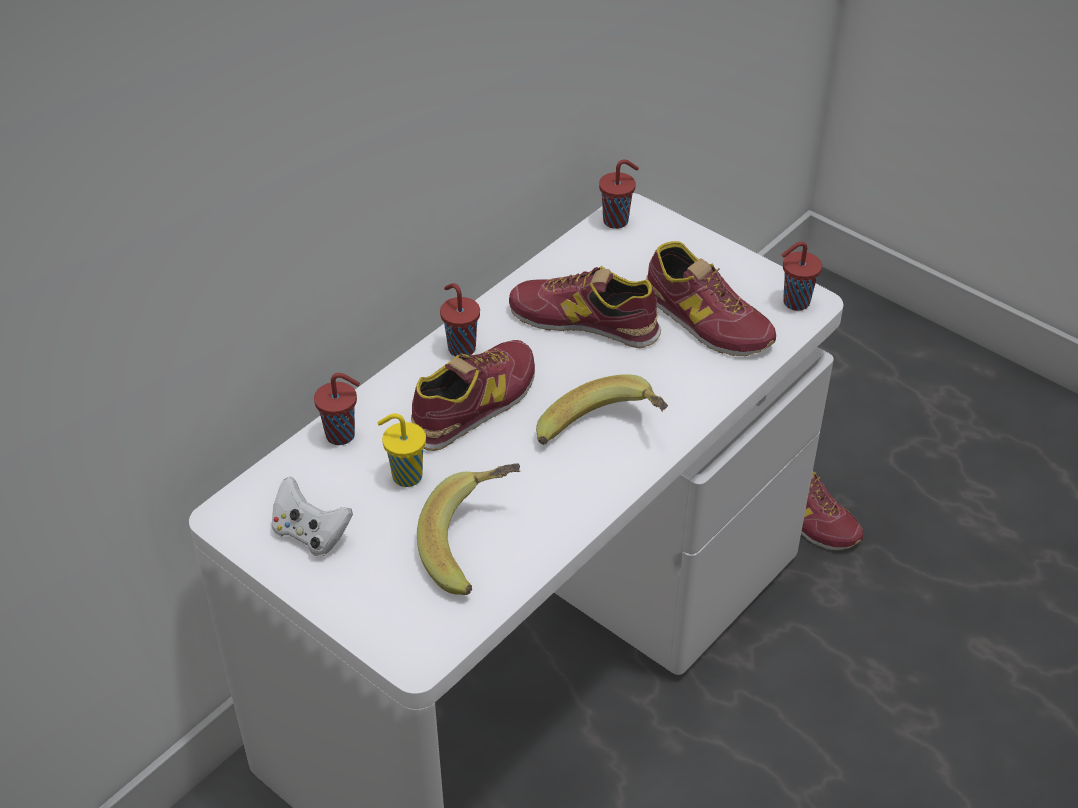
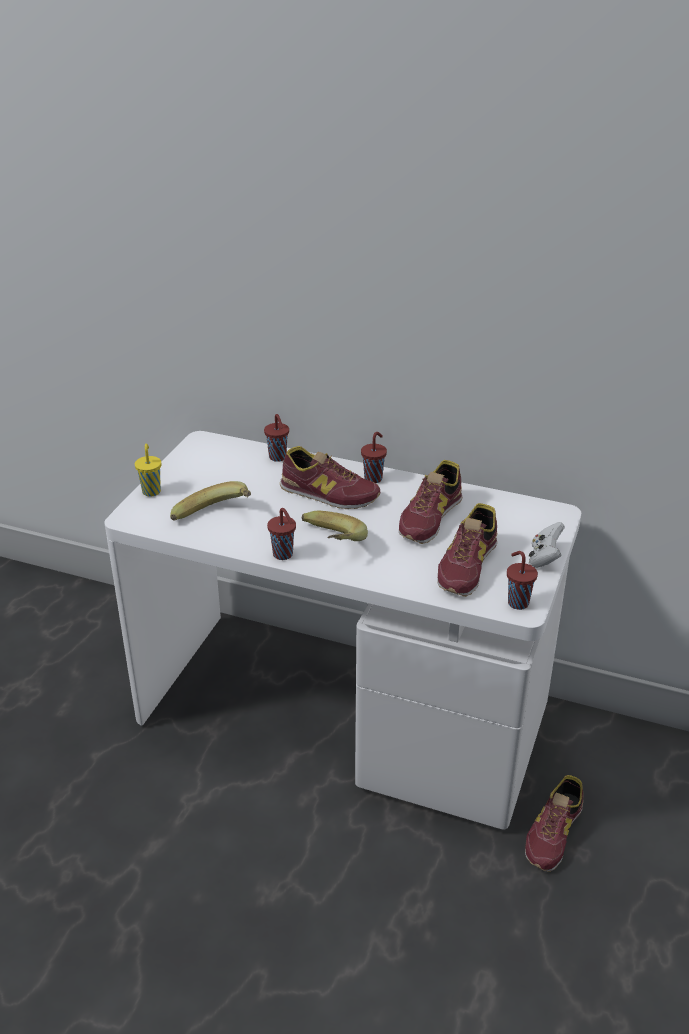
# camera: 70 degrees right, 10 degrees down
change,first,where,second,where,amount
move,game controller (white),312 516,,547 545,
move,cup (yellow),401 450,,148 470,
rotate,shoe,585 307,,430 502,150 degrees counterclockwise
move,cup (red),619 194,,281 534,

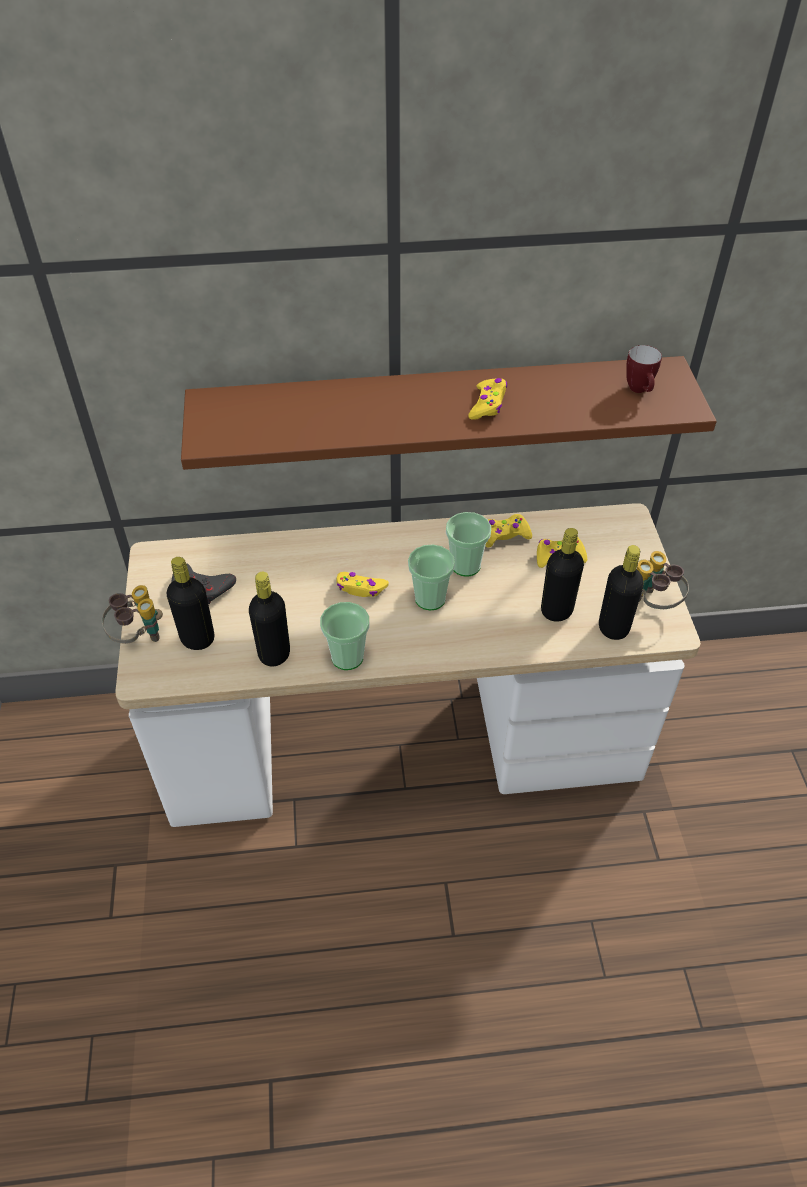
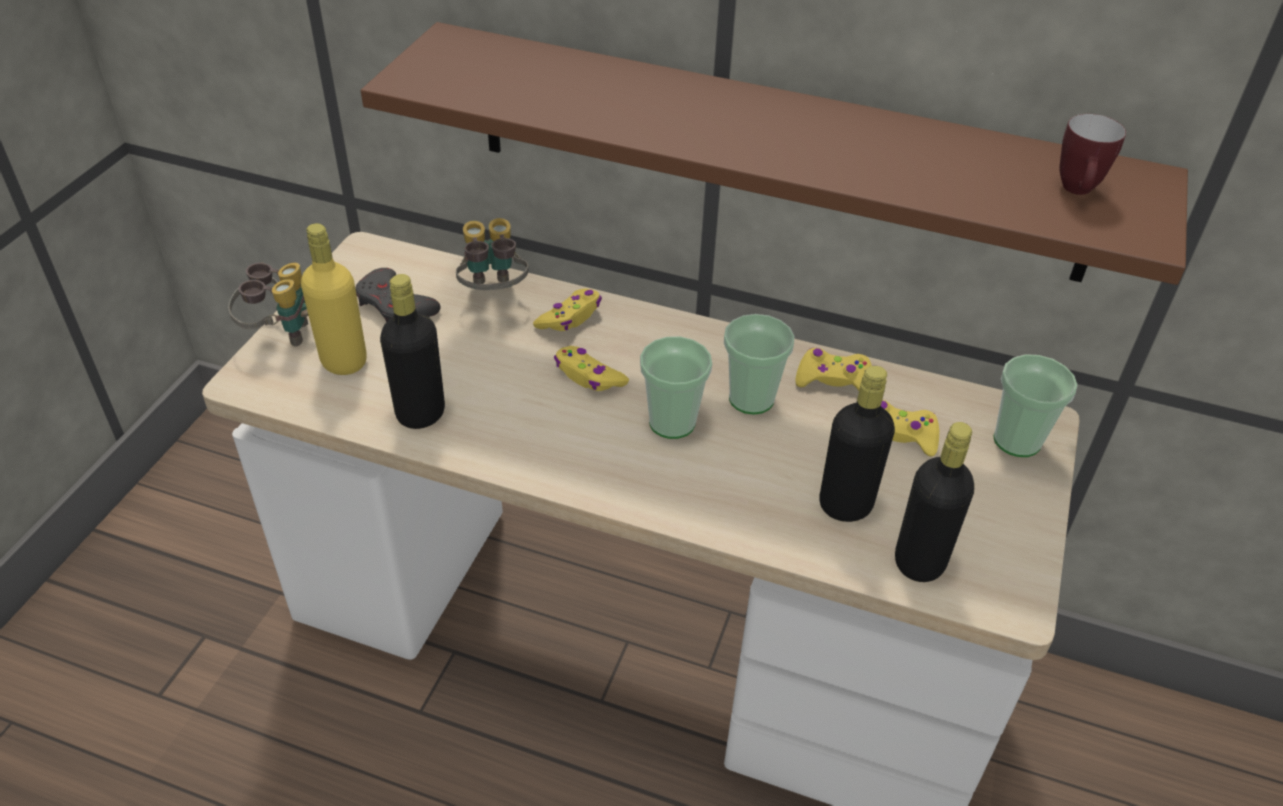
# camera: 25 degrees right, 5 degrees down
change,first,where,second,where,amount
recolor,bottle (black),191 603,bottle (yellow),334 299,
move,cup,344 636,,1035 405,
move,game controller (yellow),487 399,,567 309,
move,binoculars,663 580,,492 254,

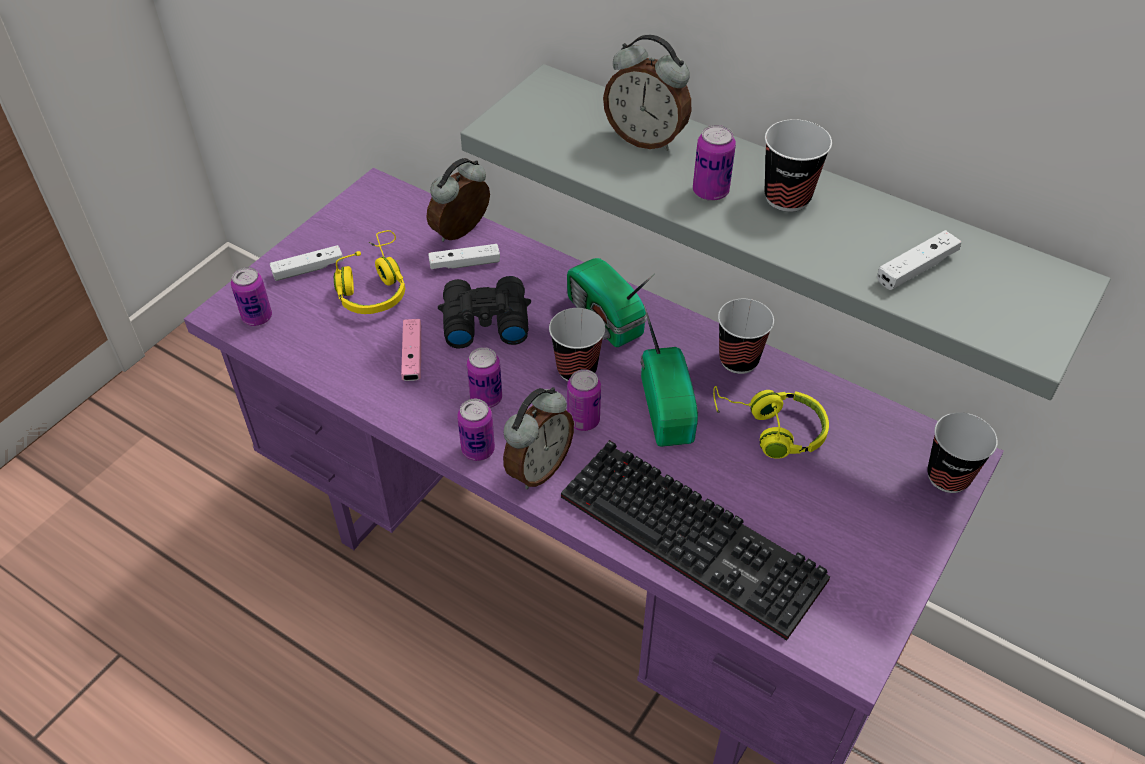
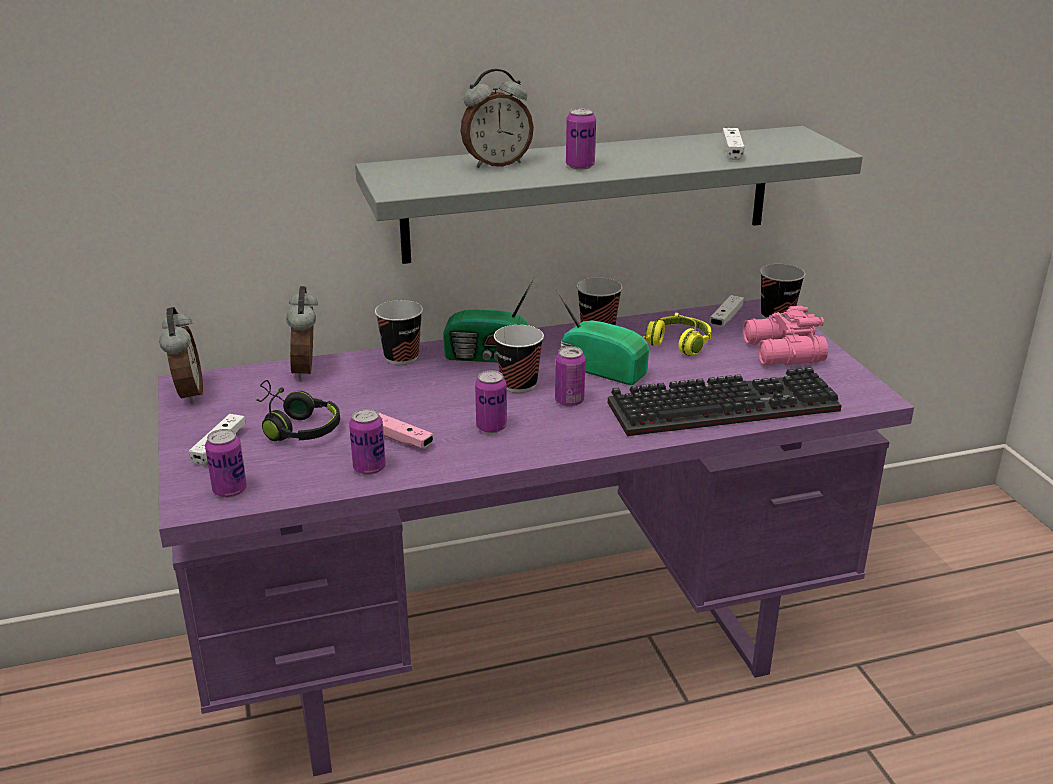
# camera: 50 degrees left, 20 degrees down
change,first,where,second,where,amount
recolor,headphones (yellow),369 272,headphones (black),297 410,
move,game controller (white),464 256,,726 311,
delete,binoculars (black),484 312,,,
move,can,476 430,,367 441,
move,alarm clock,538 438,,181 355,
move,cup,798 165,,399 332,
insert,,,binoculars (pink),785 336,

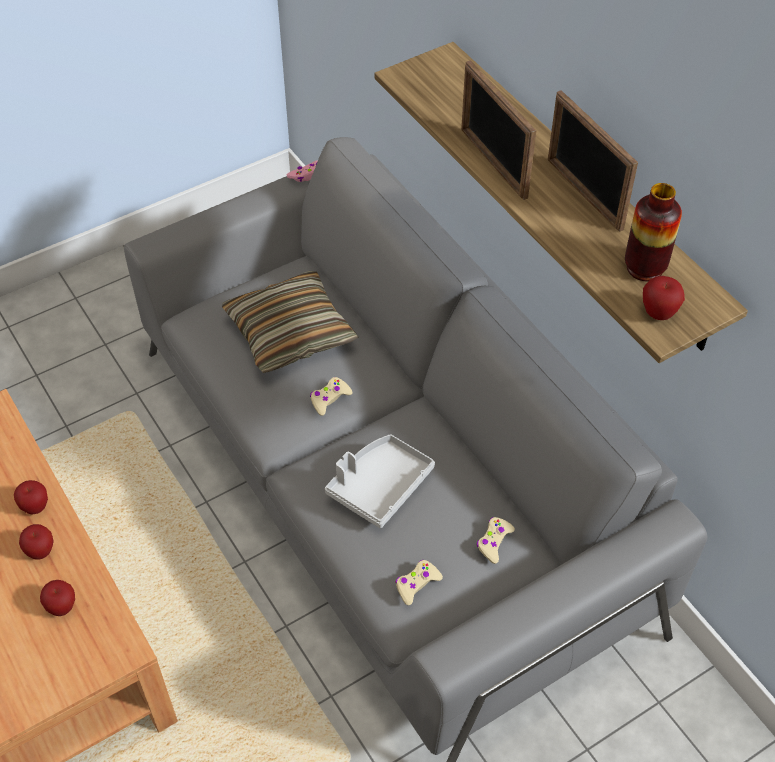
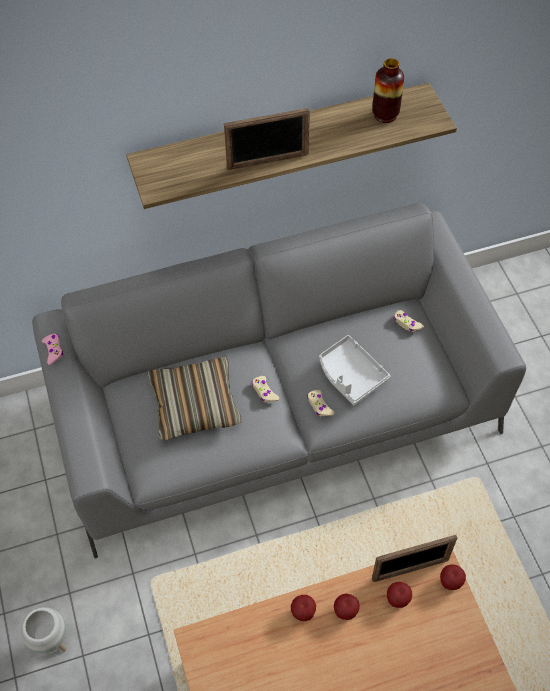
# camera: 75 degrees left, 5 degrees up
change,first,where,second,where,amount
move,game controller (beige),419 582,,321 403,
move,picture frame,593 161,,414 558,
move,apple,664 298,,453 577,
insert,,,planter (white),44 630,

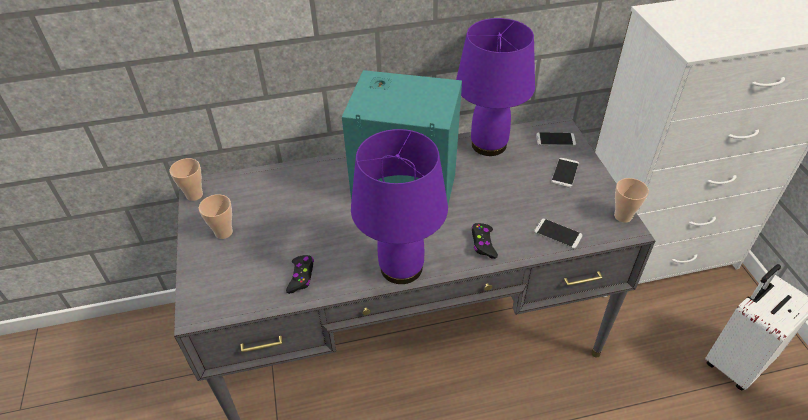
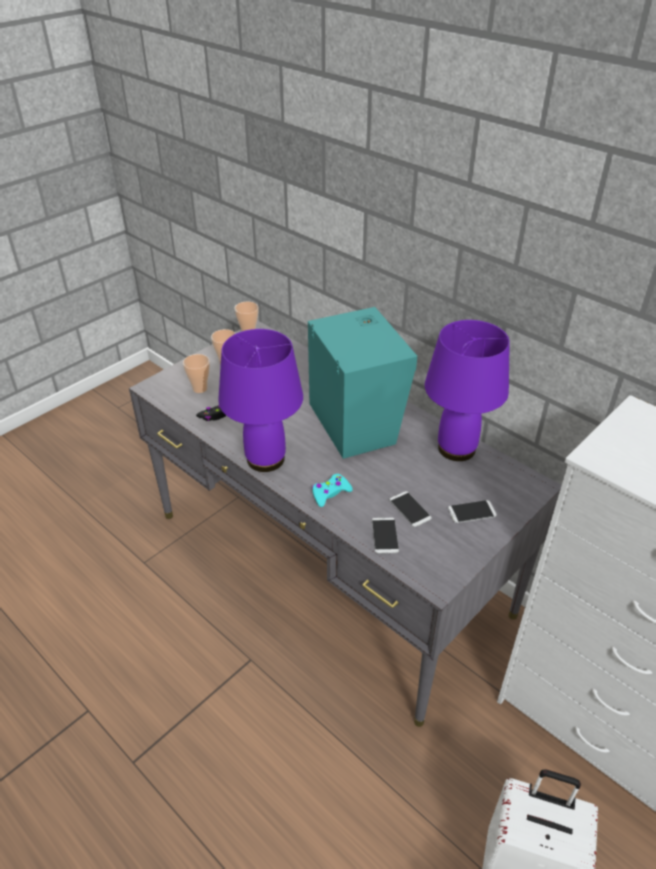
# camera: 55 degrees right, 5 degrees down
change,first,where,second,where,amount
recolor,game controller (black),485 241,game controller (turquoise),332 490,
move,phone,556 139,,410 509,
move,cup,631 200,,196 373,

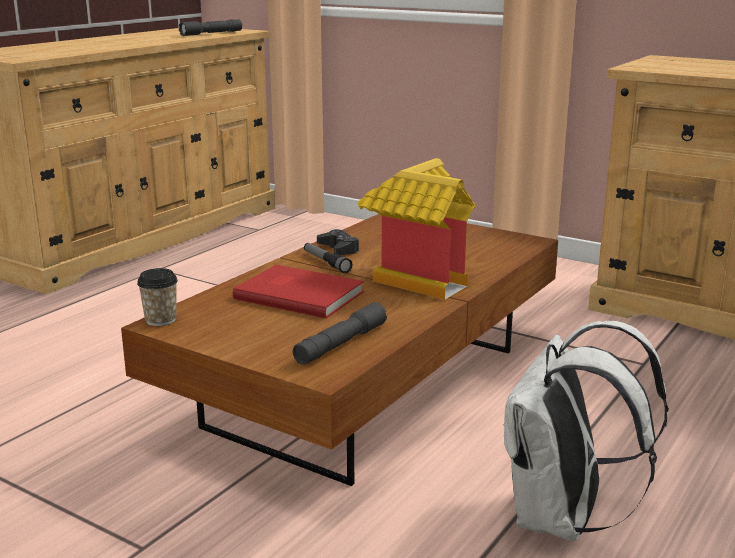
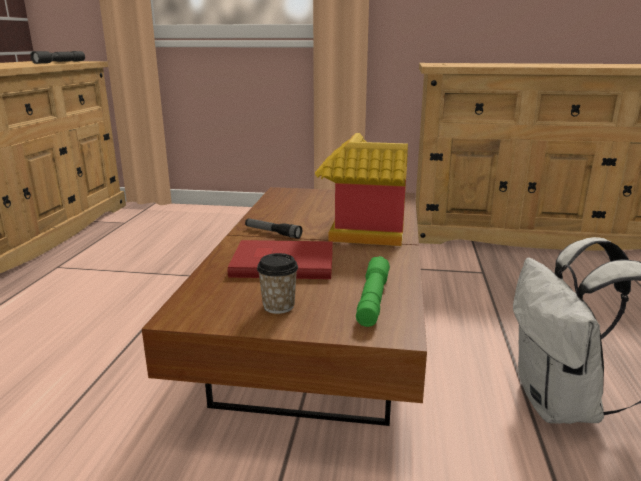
# camera: 25 degrees left, 0 degrees up
change,first,where,second,where,amount
move,cup,157 297,,277 283,
recolor,flashlight (grey),340 333,flashlight (green),373 291,
delete,game controller (black),338 242,,,

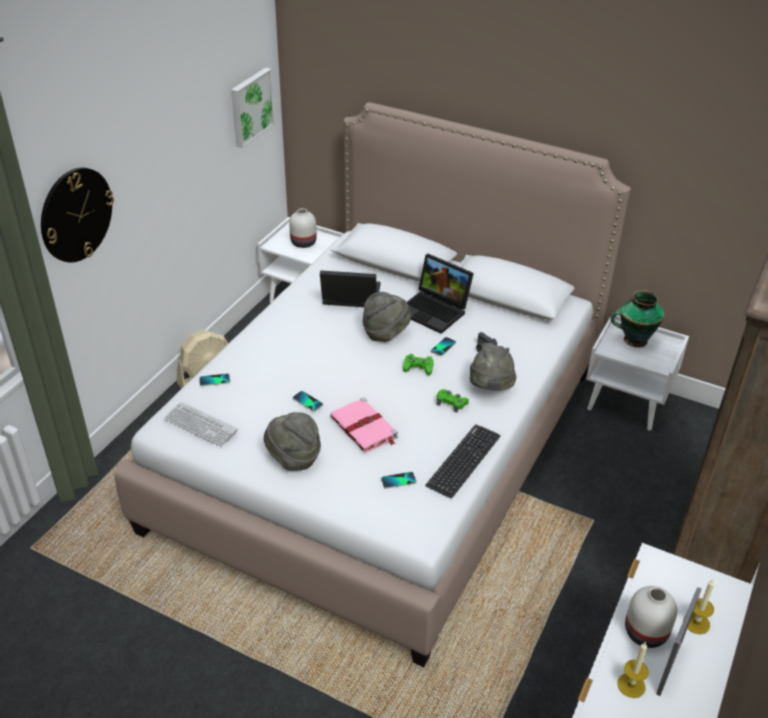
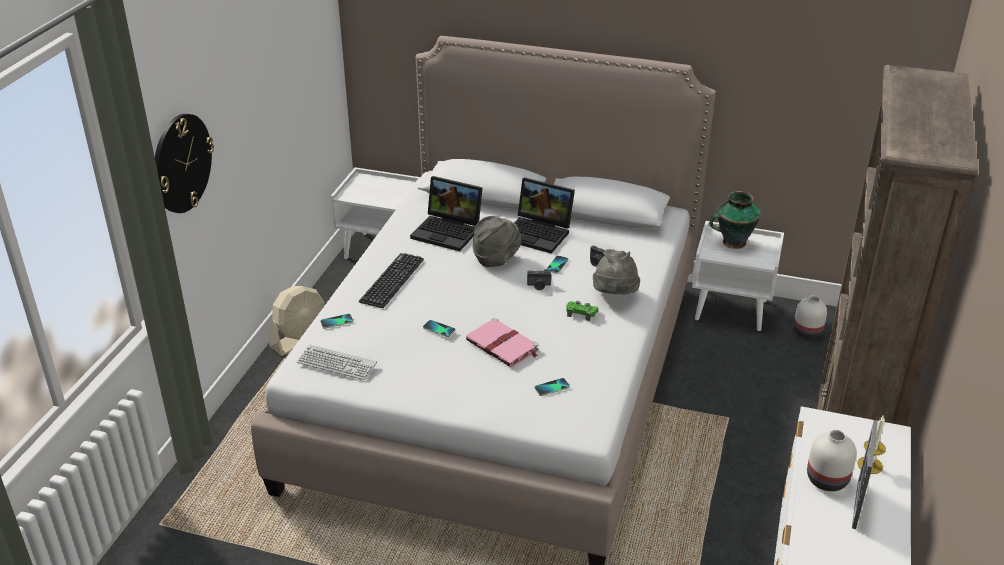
# camera: 10 degrees left, 5 degrees down
change,first,where,second,where,amount
delete,picture,253 108,,,
delete,hat (grey),292 441,,,
move,vase (white),303 228,,810 317,
rotate,laptop,350 288,,446 213,150 degrees counterclockwise
replace,game controller (green),418 365,photo camera,539 279,
move,keyboard,462 461,,391 280,
delete,candle,633 670,,,

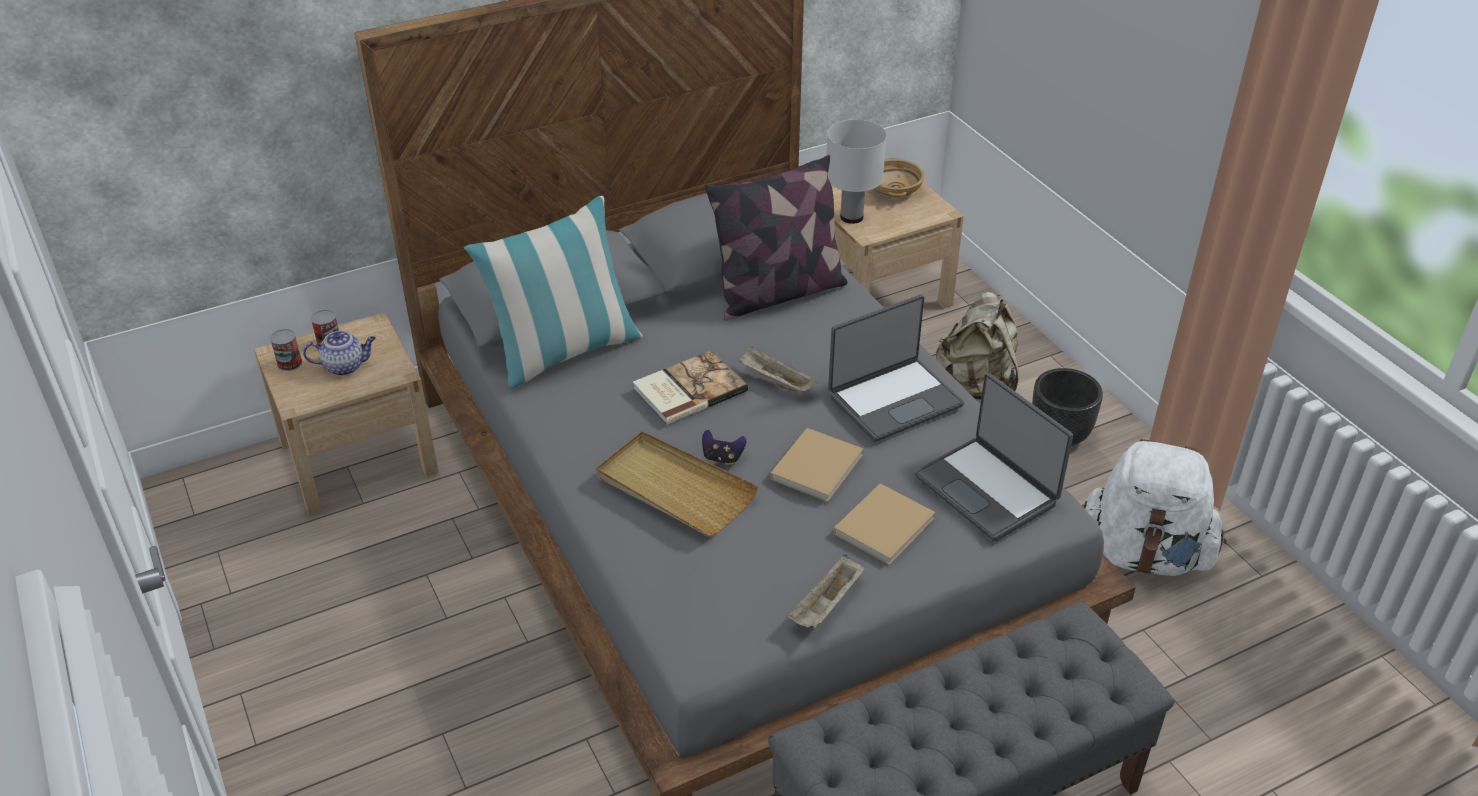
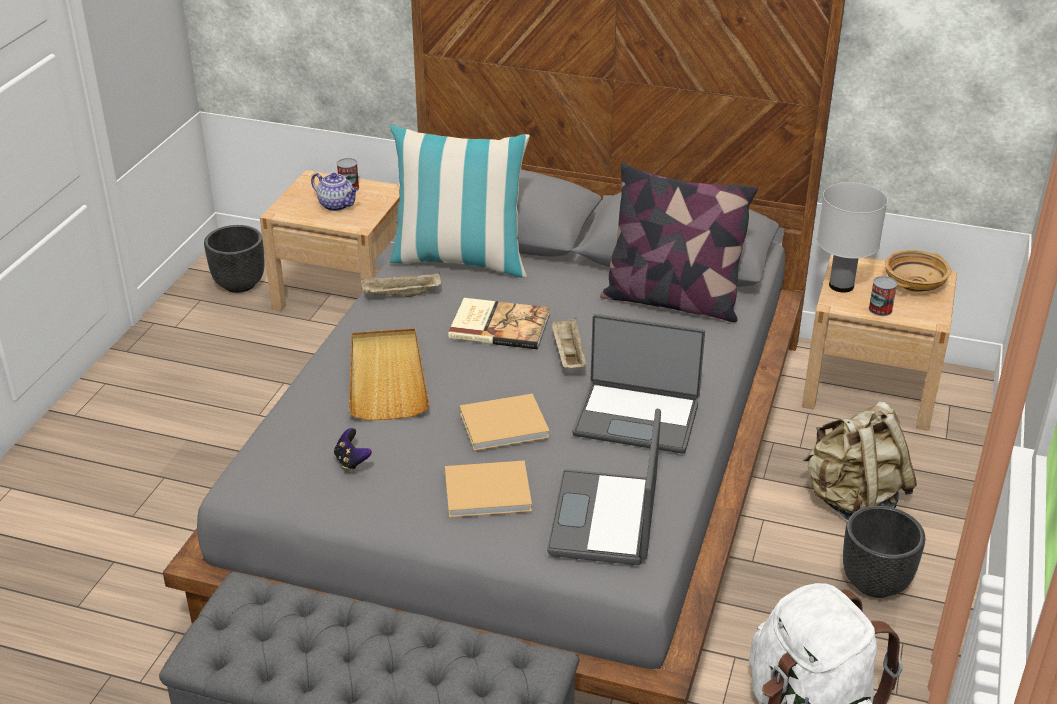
# camera: 45 degrees right, 5 degrees down
change,first,where,second,where,amount
move,can,286 350,,883 296,
move,game controller,724 447,,353 449,
move,tray (beige),826 591,,401 284,
insert,,,planter (black),234 259,

